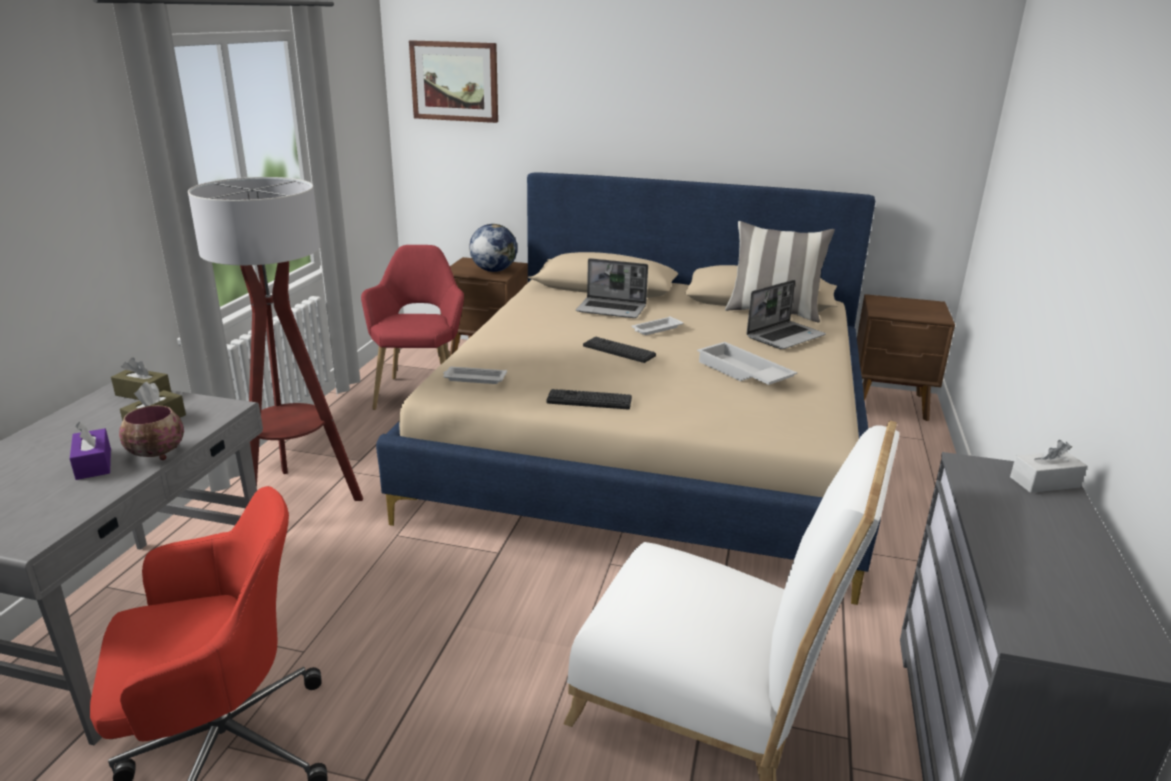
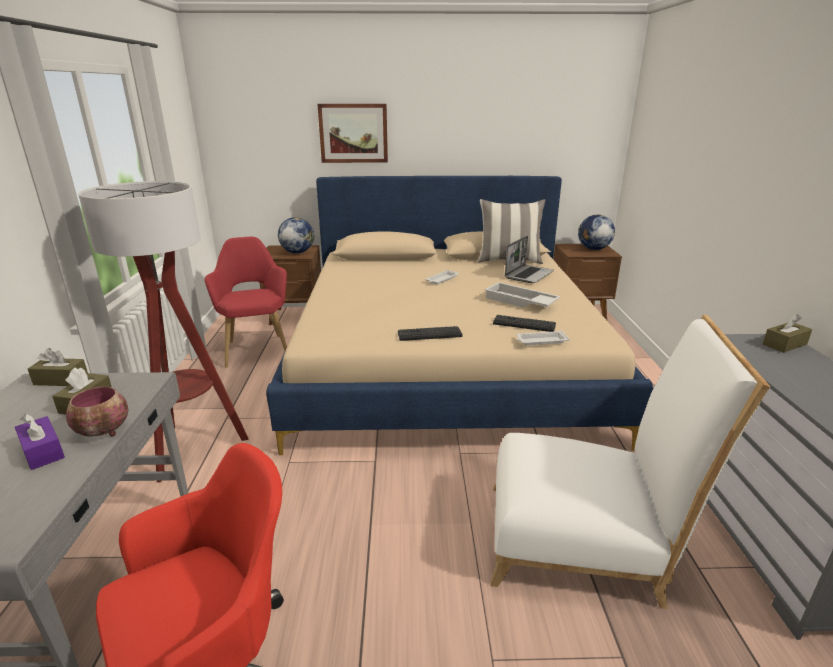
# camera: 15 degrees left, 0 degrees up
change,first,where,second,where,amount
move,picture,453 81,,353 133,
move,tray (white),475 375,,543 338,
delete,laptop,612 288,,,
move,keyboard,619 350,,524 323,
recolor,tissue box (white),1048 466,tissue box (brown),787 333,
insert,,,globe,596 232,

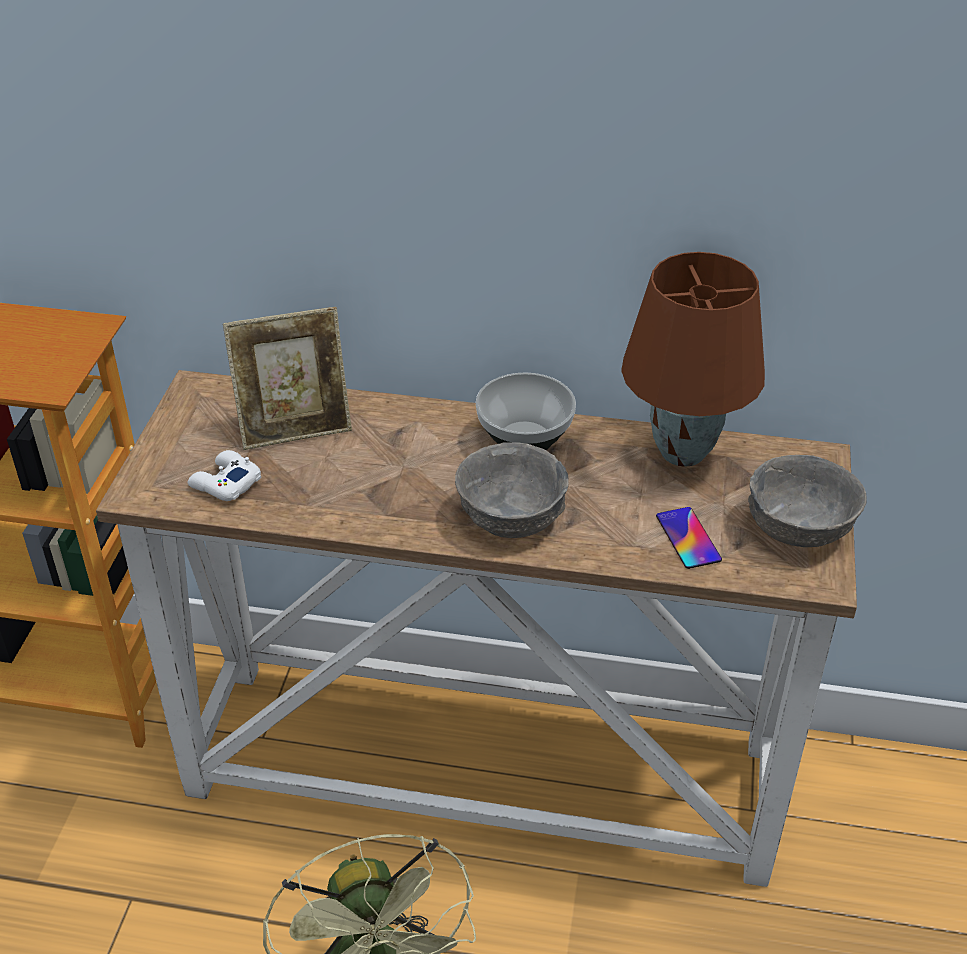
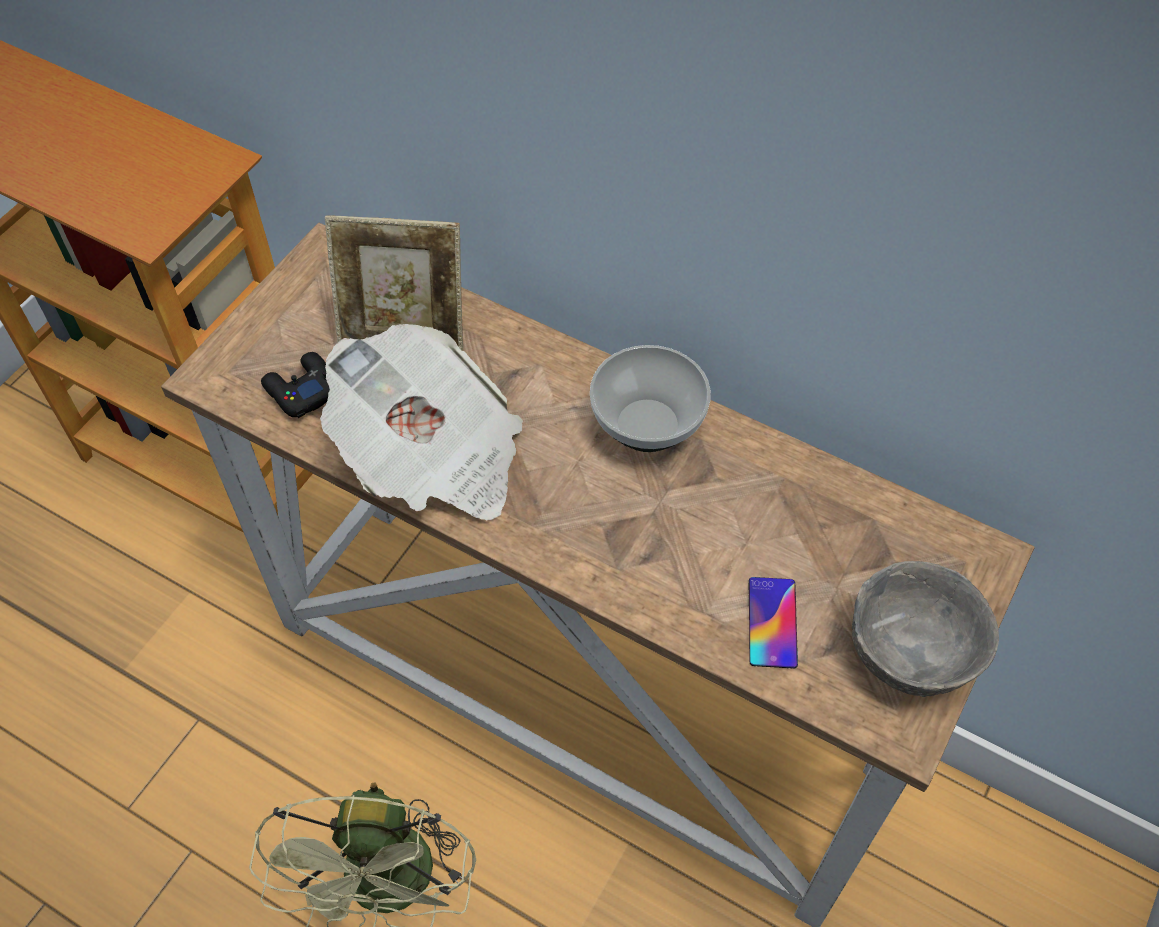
# camera: 20 degrees right, 15 degrees up
change,first,where,second,where,amount
recolor,game controller (white),224 475,game controller (black),295 385,
delete,bowl (grey),512 490,,,
delete,table lamp (brown),693 359,,,
insert,,,newspaper,421 422,

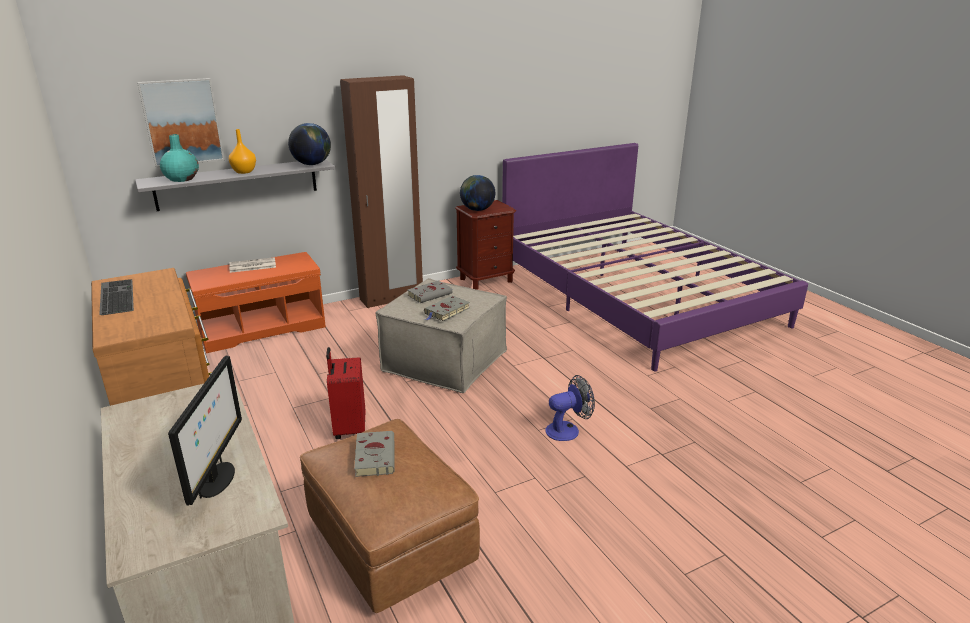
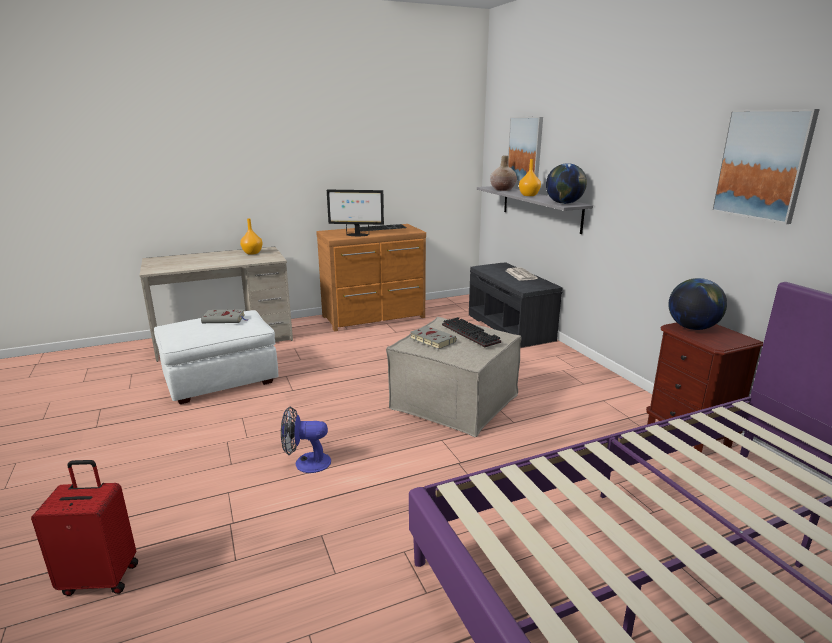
# camera: 95 degrees right, 5 degrees down
change,first,where,second,where,amount
recolor,vase (turquoise),179 158,vase (beige),503 173,
move,monitor,205 431,,355 213,
recolor,bench (orange),256 302,bench (grey),515 305,
recolor,ottoman (brown),390 516,ottoman (white),216 357,
move,suitcase (red),345 393,,84 528,
delete,wardrobe (brown),381 191,,,
replace,book (grey),430 292,keyboard,471 332,
rotate,fan,570 408,,306 439,105 degrees clockwise
insert,,,vase (orange),251 237,
insert,,,picture,765 166,

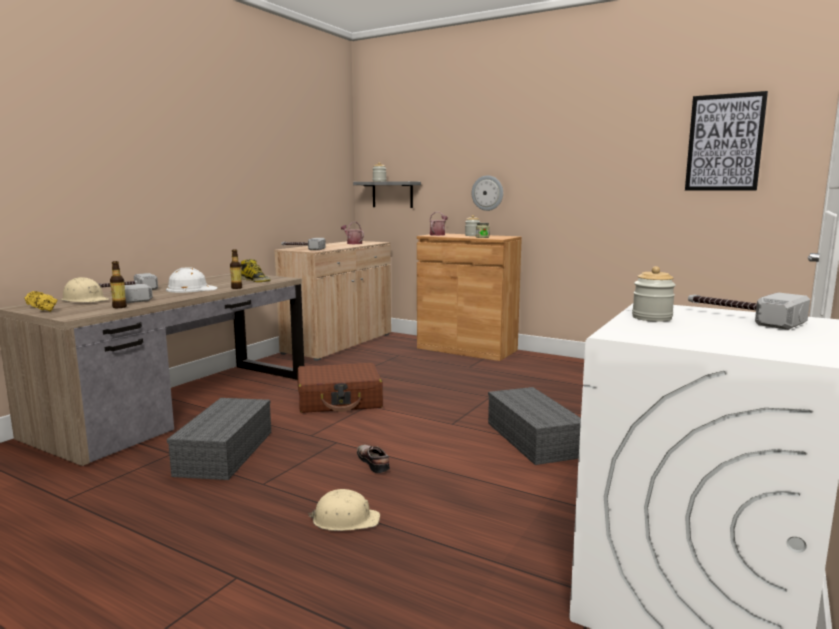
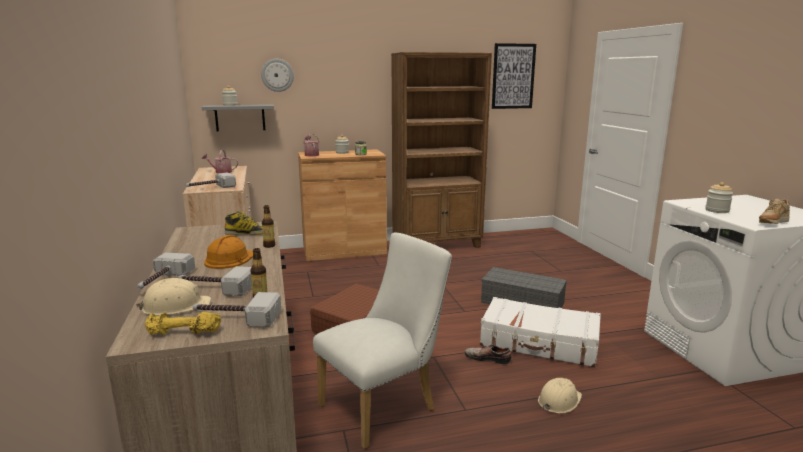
# camera: 45 degrees left, 5 degrees up
change,first,where,second,where,amount
recolor,hard hat (white),191 280,hard hat (orange),228 252,
replace,storage box (grey),219 439,chair (white),382 341,
move,wall clock,487 193,,277 75,
move,hammer,749 311,,237 309,
insert,,,bookcase (brown),441 150,
insert,,,suitcase (white),540 332,
insert,,,shoe (beige),774 211,

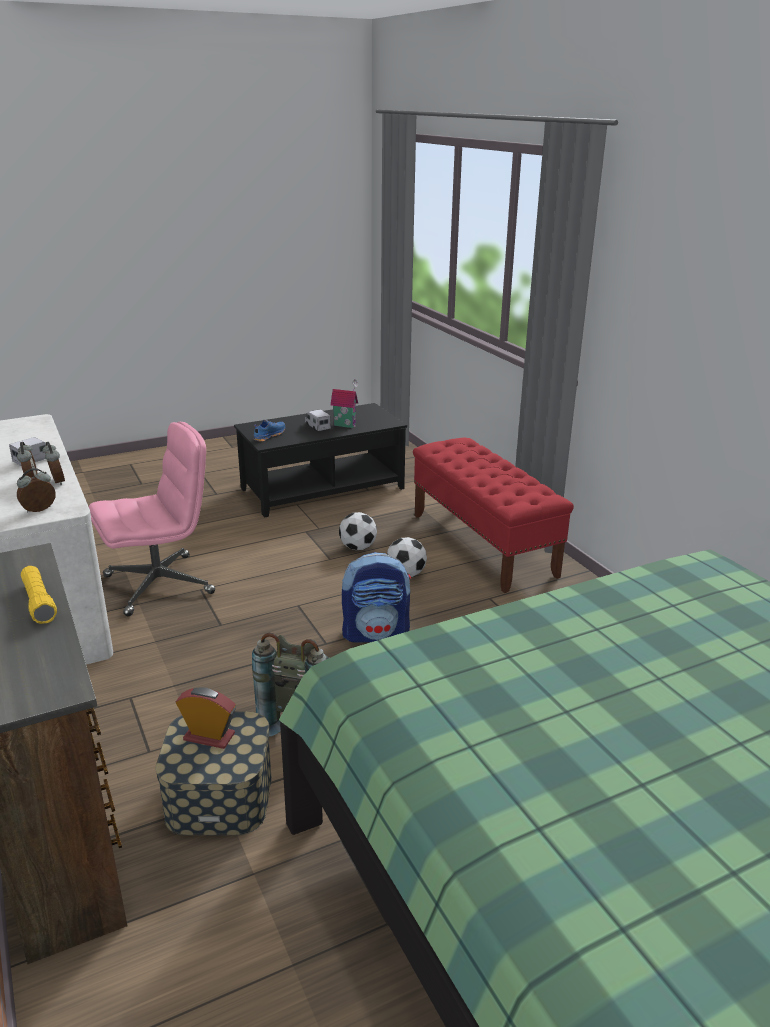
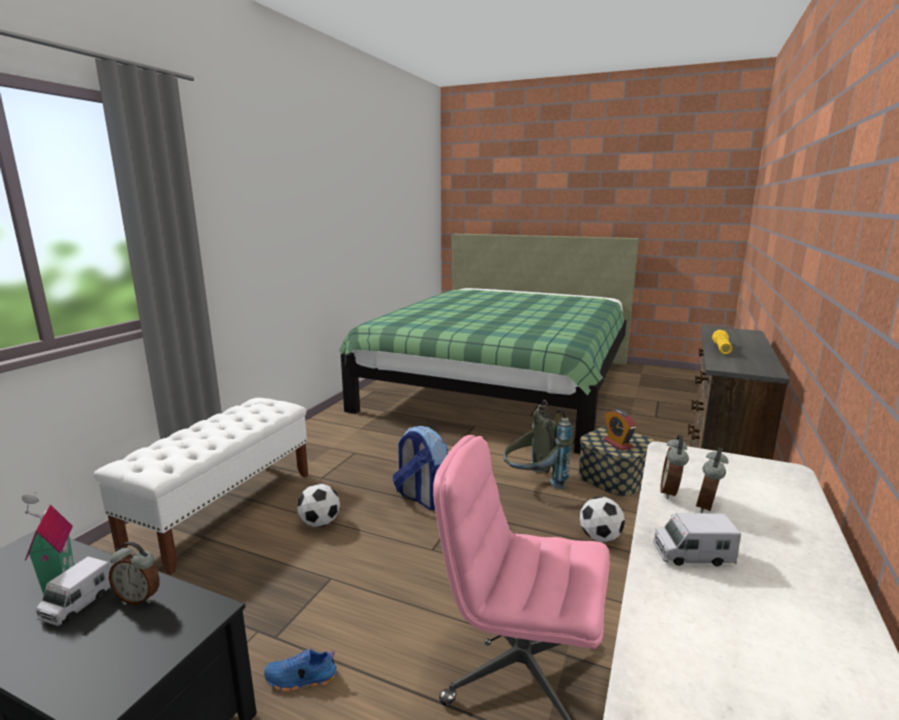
# camera: 130 degrees left, 10 degrees down
change,first,where,second,where,amount
move,alarm clock,36 490,,134 573,
move,shoe (blue),269 431,,301 670,
move,football,358 531,,602 519,
recolor,bench (red),493 515,bench (white),200 486,

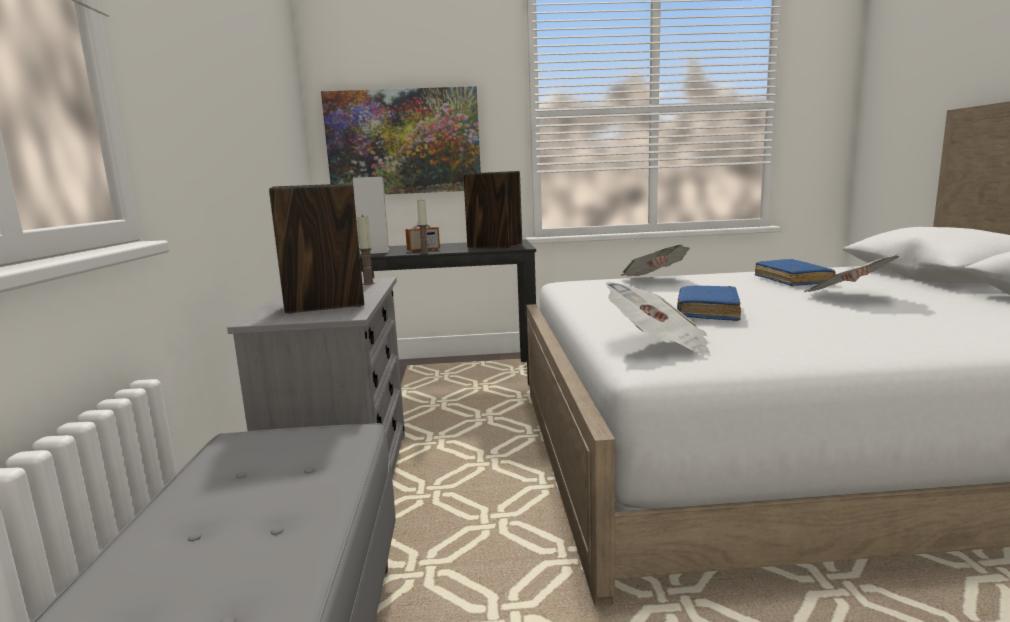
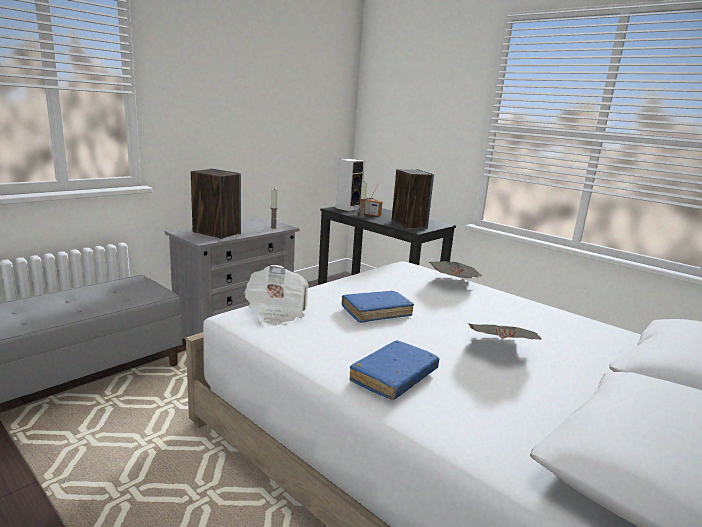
# camera: 45 degrees right, 5 degrees up
change,first,where,second,where,amount
delete,picture,401 140,,,
move,book (blue),795 272,,394 370,

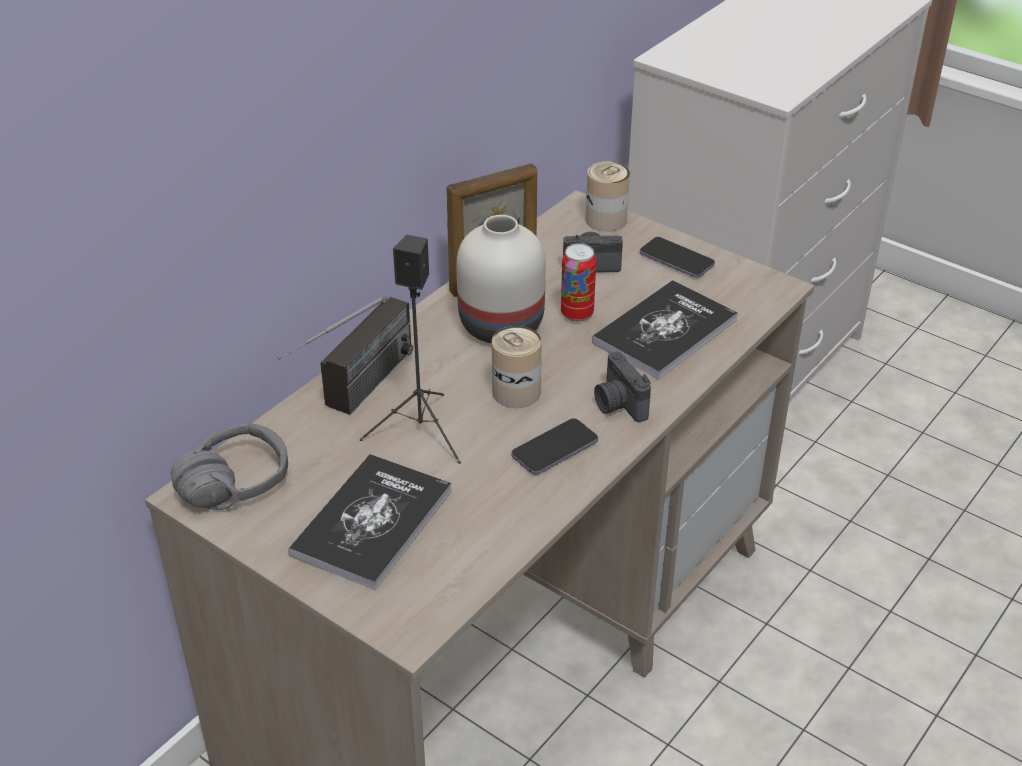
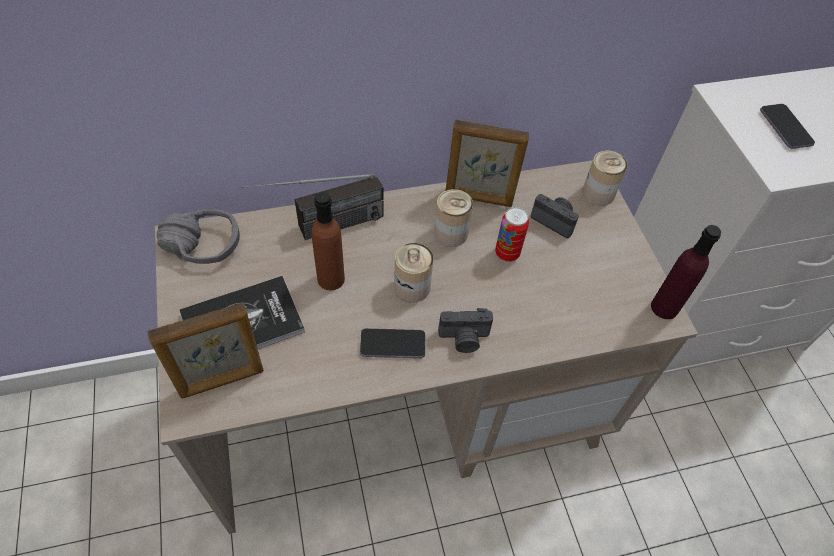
# camera: 35 degrees right, 15 degrees up
change,first,where,second,where,amount
replace,speaker (black),410 349,bottle (brown),328 241,
replace,vase (white),501 279,can,453 218,
delete,book,665 330,,,
rotate,photo camera,622 387,,465 330,105 degrees counterclockwise
move,phone,677 257,,787 126,
insert,,,picture frame,205 350,
insert,,,bottle (purple),686 272,

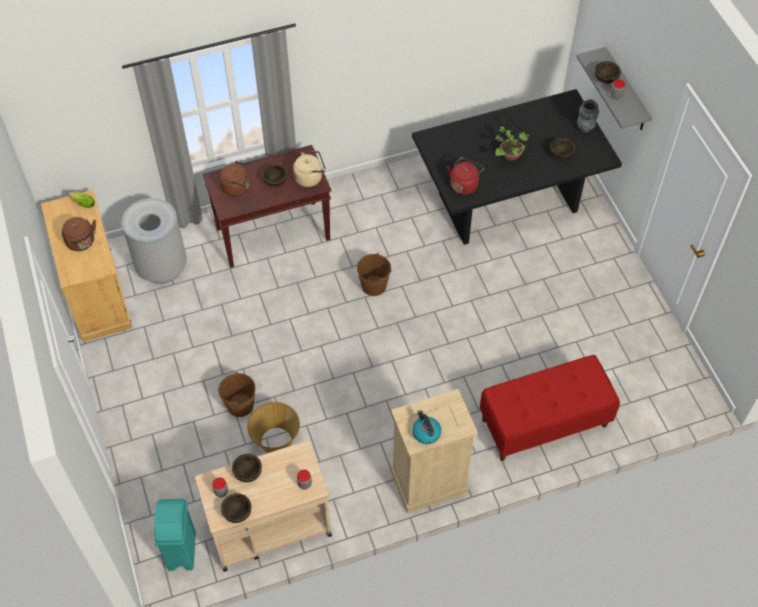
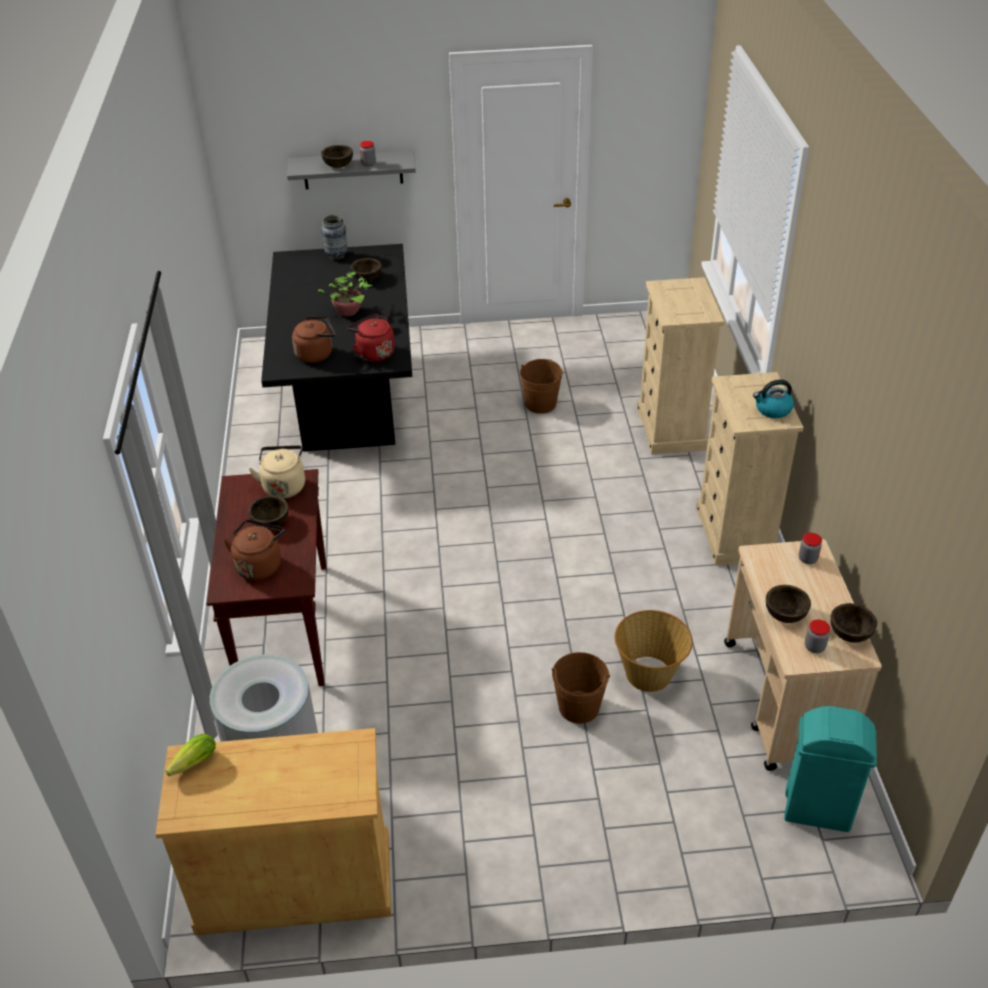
# camera: 75 degrees left, 15 degrees down
change,first,where,second,where,amount
move,kettle (brown),79 234,,314 339,
move,bucket (brown),374 274,,541 386,
replace,bench (red),550 408,dresser (beige),680 366,

